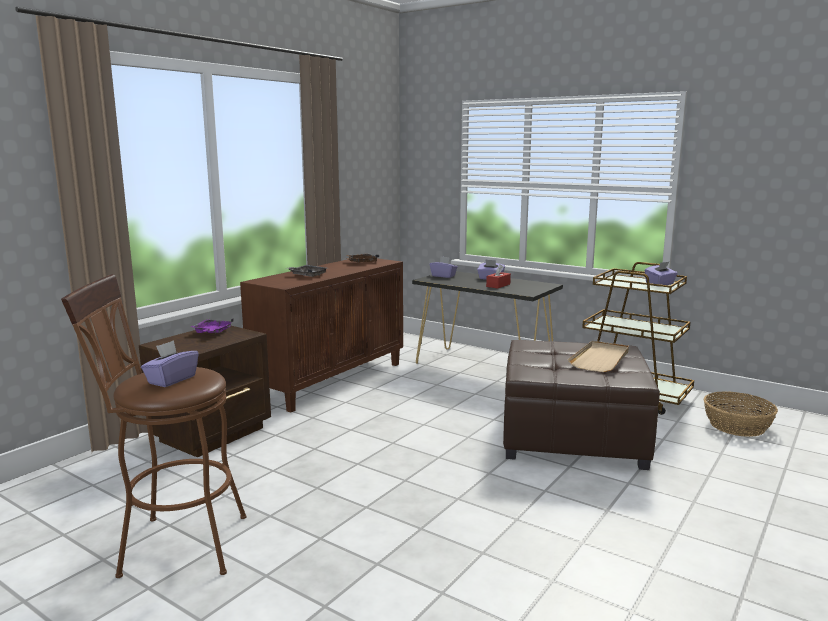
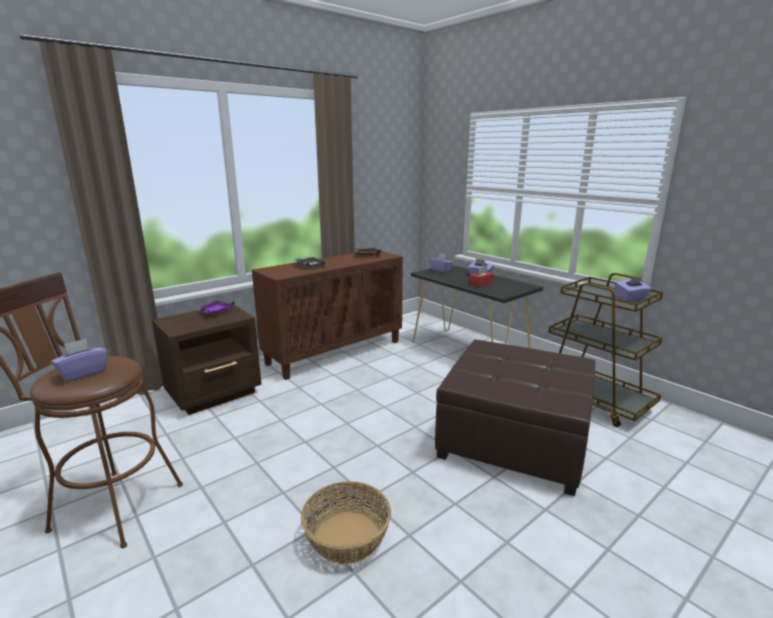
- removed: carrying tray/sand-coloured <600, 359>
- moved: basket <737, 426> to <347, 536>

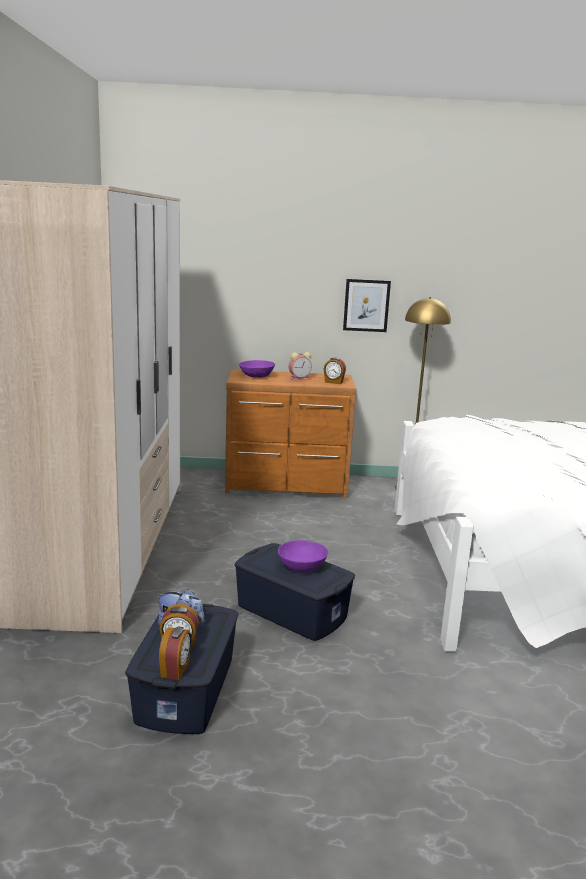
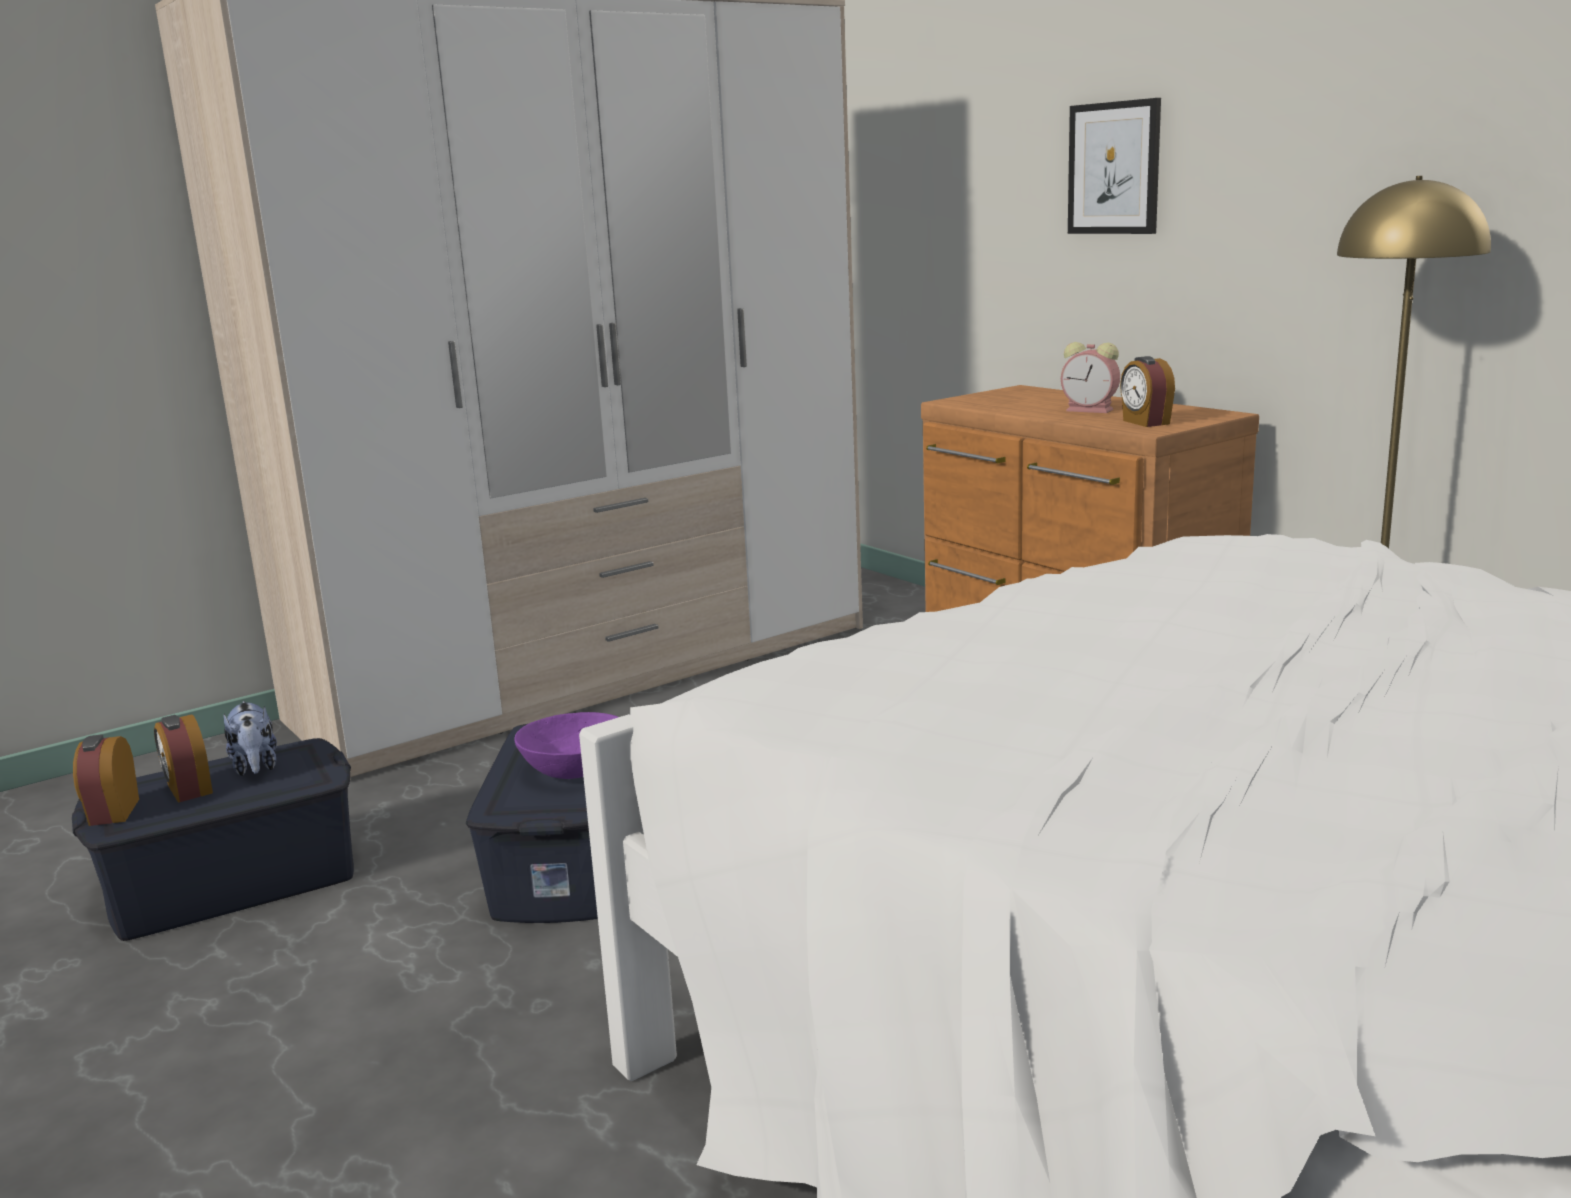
- moved: wall art <366, 305> to <1114, 168>
- removed: serving bowl/purple-coloured <256, 376>
- turned: alarm clock <176, 670> = <112, 812> 105 degrees clockwise

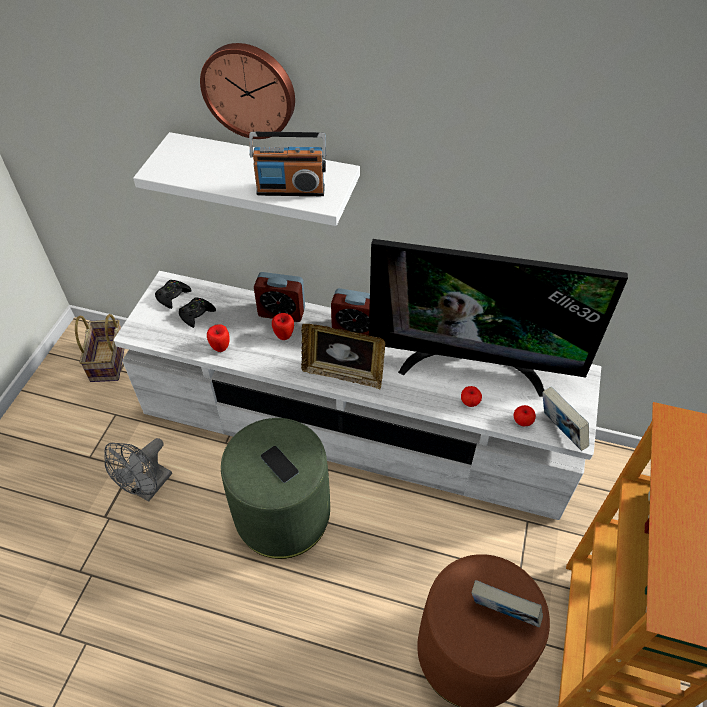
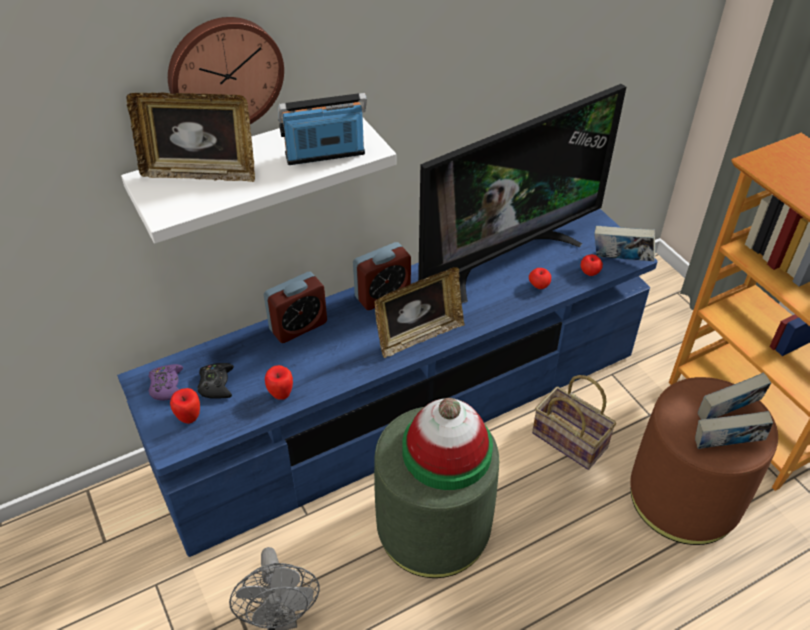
- turned: radio receiver <291, 189> = <325, 155> 150 degrees counterclockwise
- recoloured: tv stand/whitish <353, 427> to tv stand/blue-coloured <405, 410>
- recoloured: game controller/blackish <173, 296> to game controller/purple-coloured <167, 386>
- moved: apple <284, 335> to <189, 417>
- moved: basket <109, 362> to <572, 440>
- replaced: handset <279, 464> to wearable hat <447, 451>
- added: standing frame <200, 173>
- added: volume <725, 447>

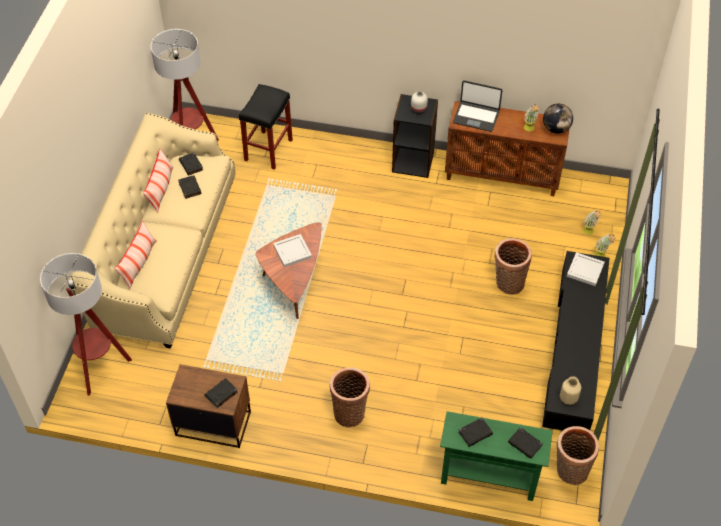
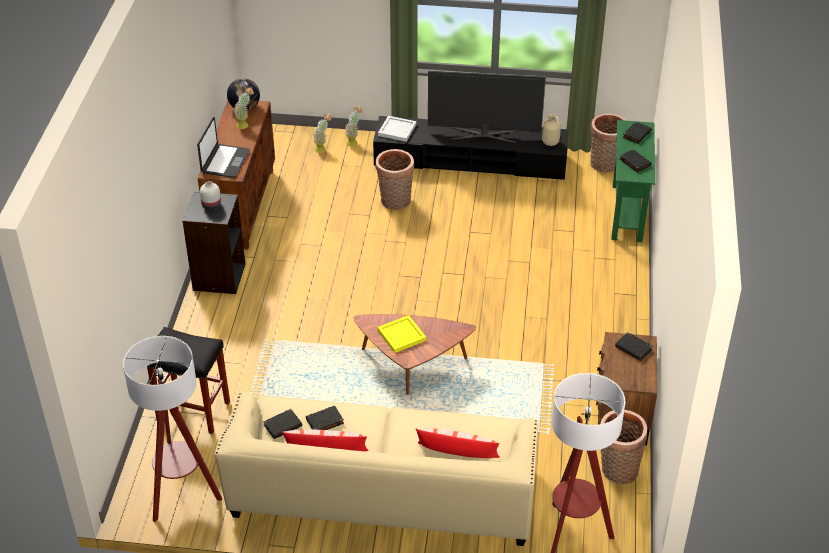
- recoloured: carrying tray/whitish <291, 251> to carrying tray/yellowish <401, 336>
- moved: basket <350, 412> to <617, 469>
- added: television <484, 135>

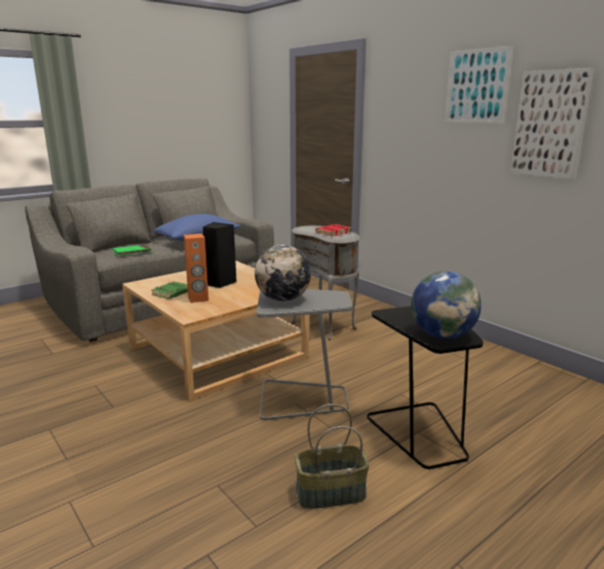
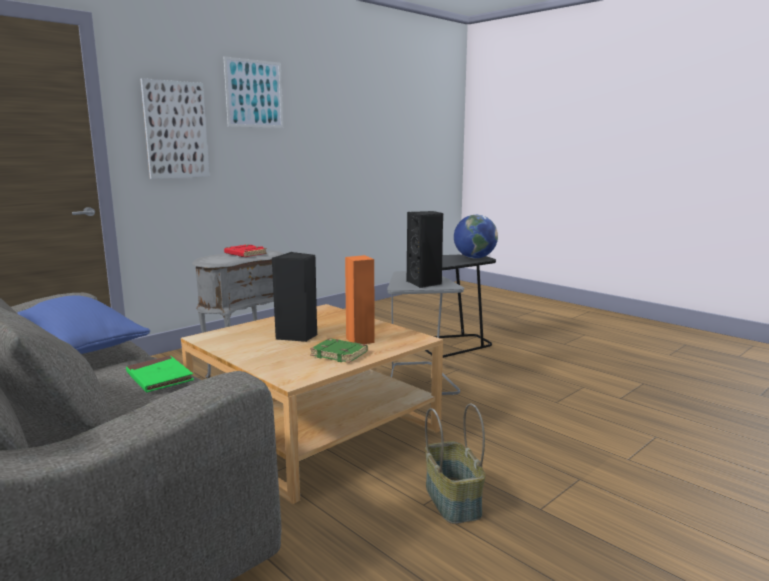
- moved: wall art <550, 124> to <175, 130>
- replaced: world globe <283, 299> to speaker/blackish <425, 283>
- moved: basket <330, 494> to <454, 501>

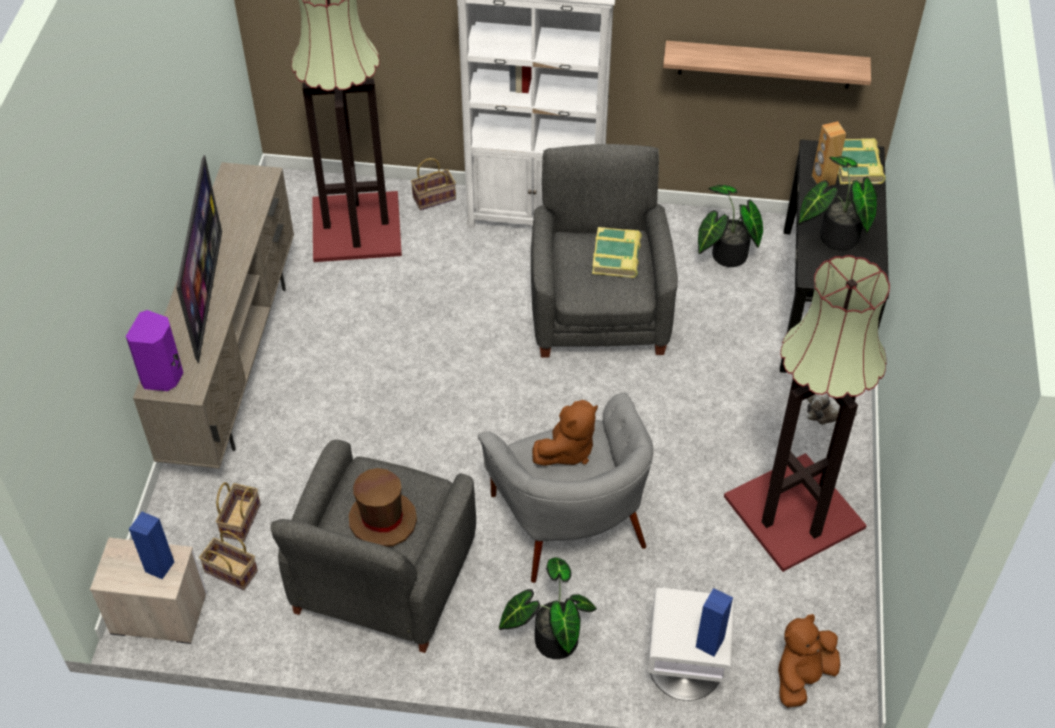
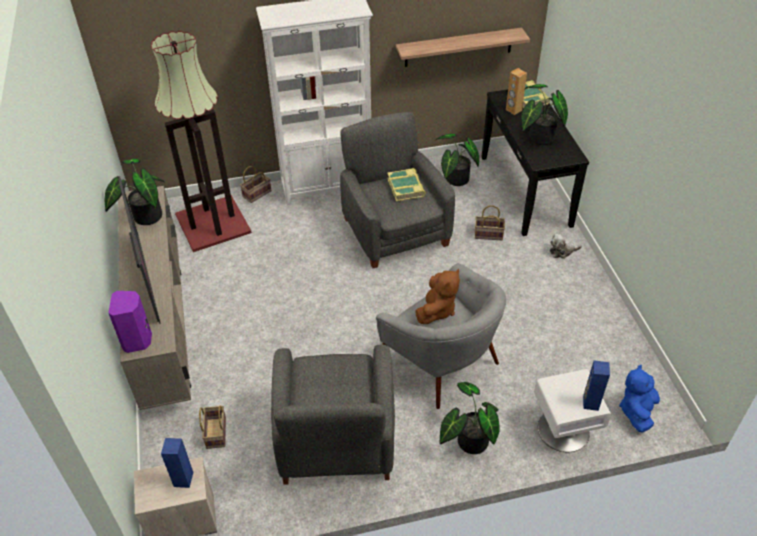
- removed: standing lamp <796, 513>
- removed: wearable hat/brownish <382, 519>
- moved: basket <229, 572> to <487, 235>
- recoloured: soft toy/brownish <802, 677> to soft toy/blue-coloured <637, 411>
- added: potted plant <144, 216>

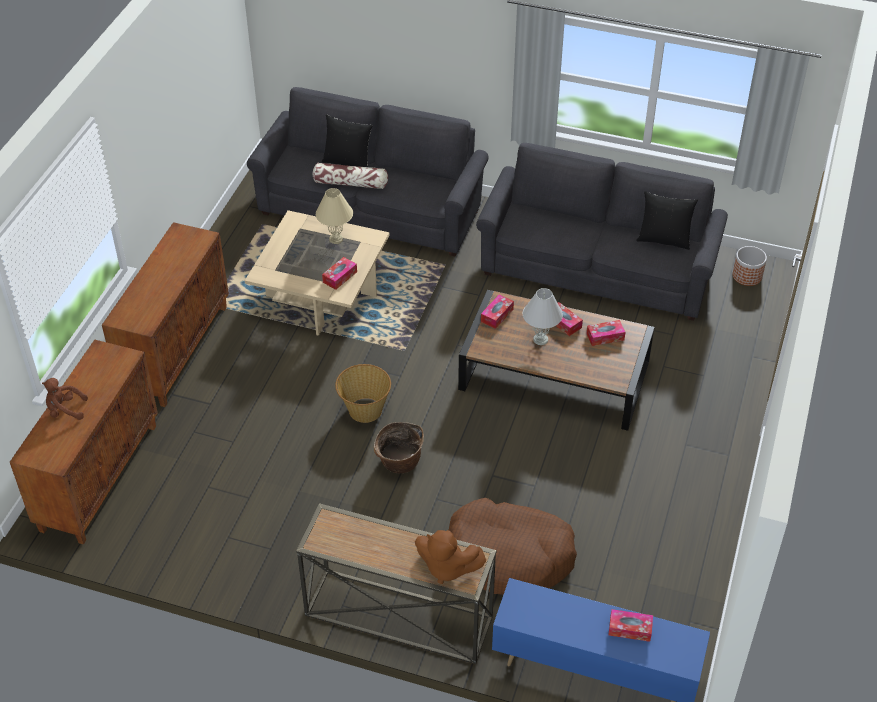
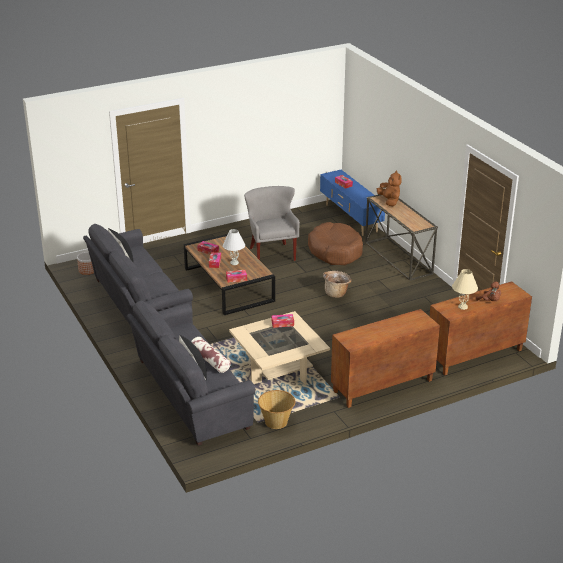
- moved: tabletop lamp/sand-coloured <335, 239> to <463, 307>
- moved: basket <364, 410> to <276, 422>
- added: lounge chair/grey <272, 254>

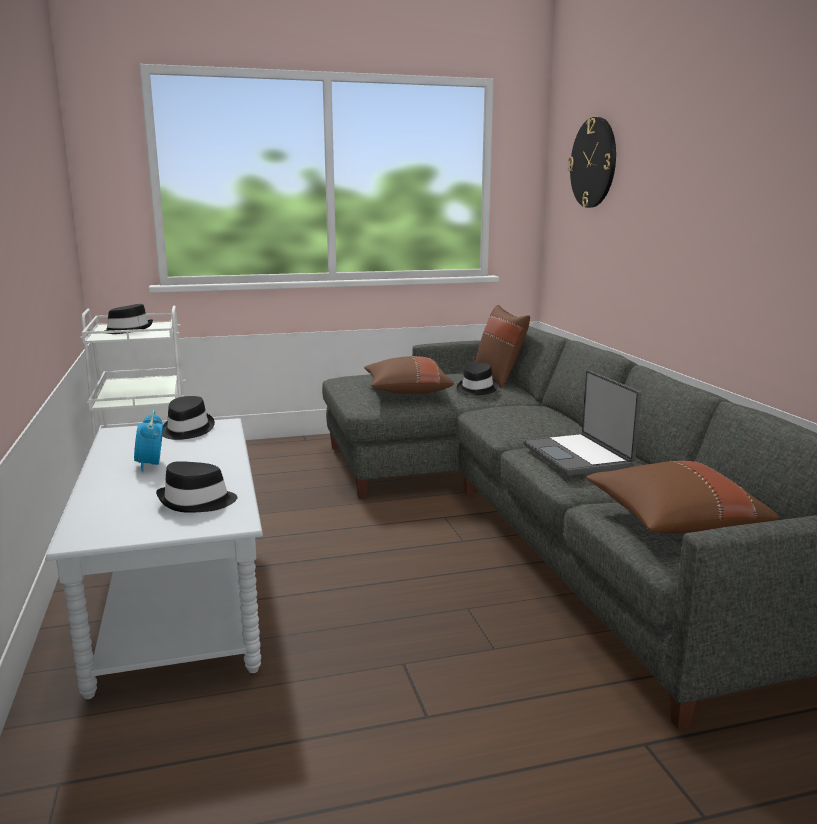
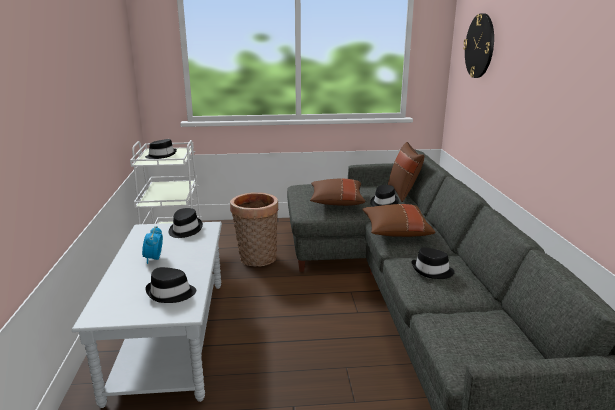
- replaced: notebook computer <578, 456> to wearable hat/blackish <432, 271>
- moved: pillow/brownish <673, 522> to <395, 231>
- added: basket <256, 260>

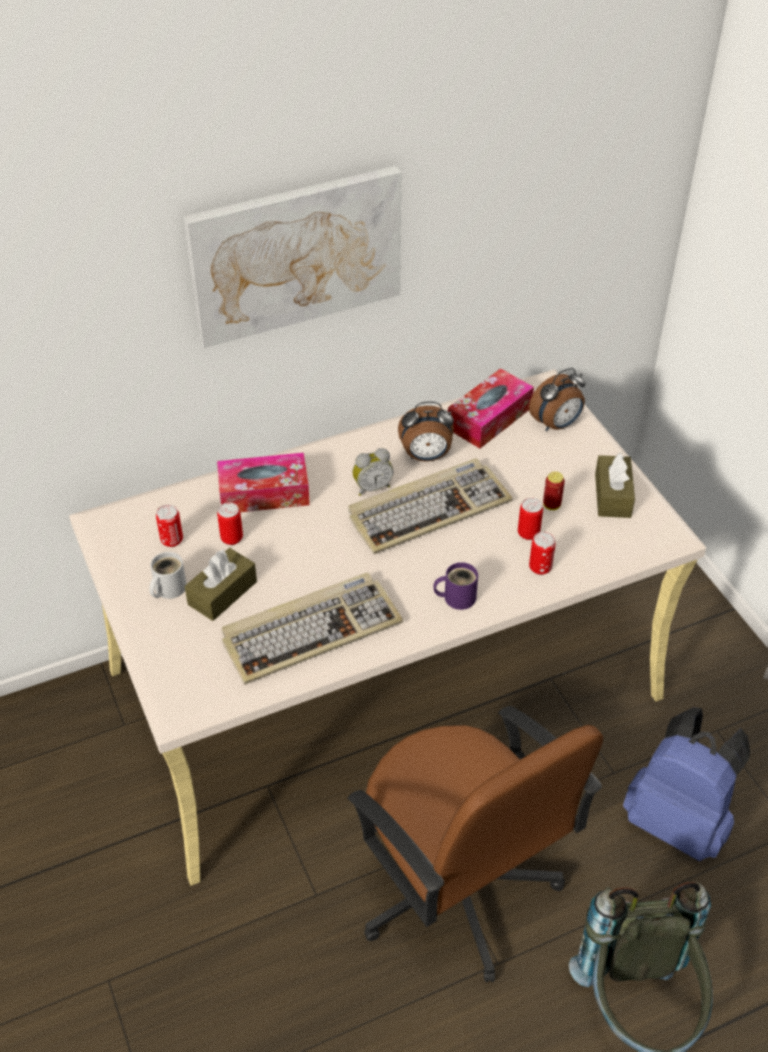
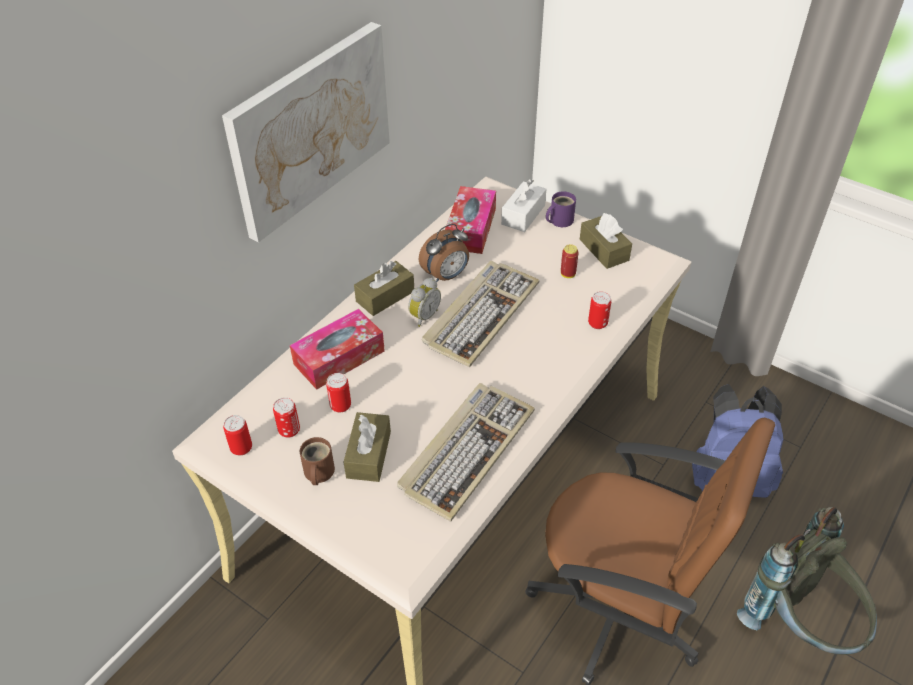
- replaced: alarm clock <556, 425> to box of tissues/whitish <523, 215>
- moved: metal can <528, 533> to <241, 448>
- recoloured: tea mug/whitish <167, 588> to tea mug/brownish <317, 473>
- moved: tea mug/purple-coloured <456, 597> to <559, 220>
- added: box of tissues/brownish <385, 296>

